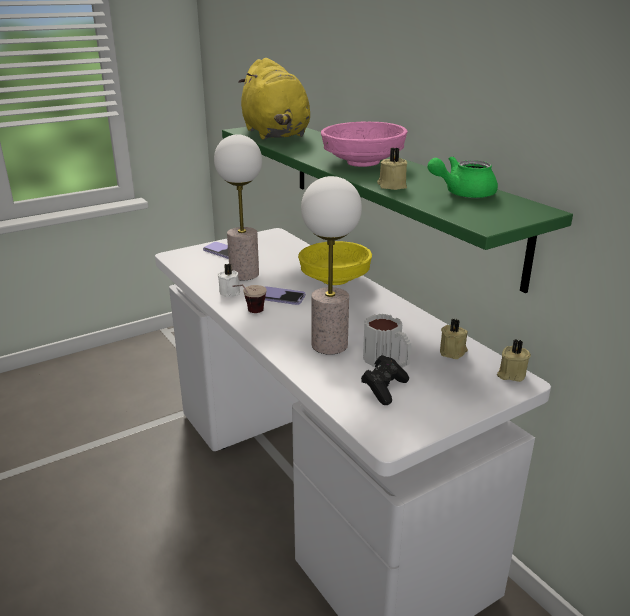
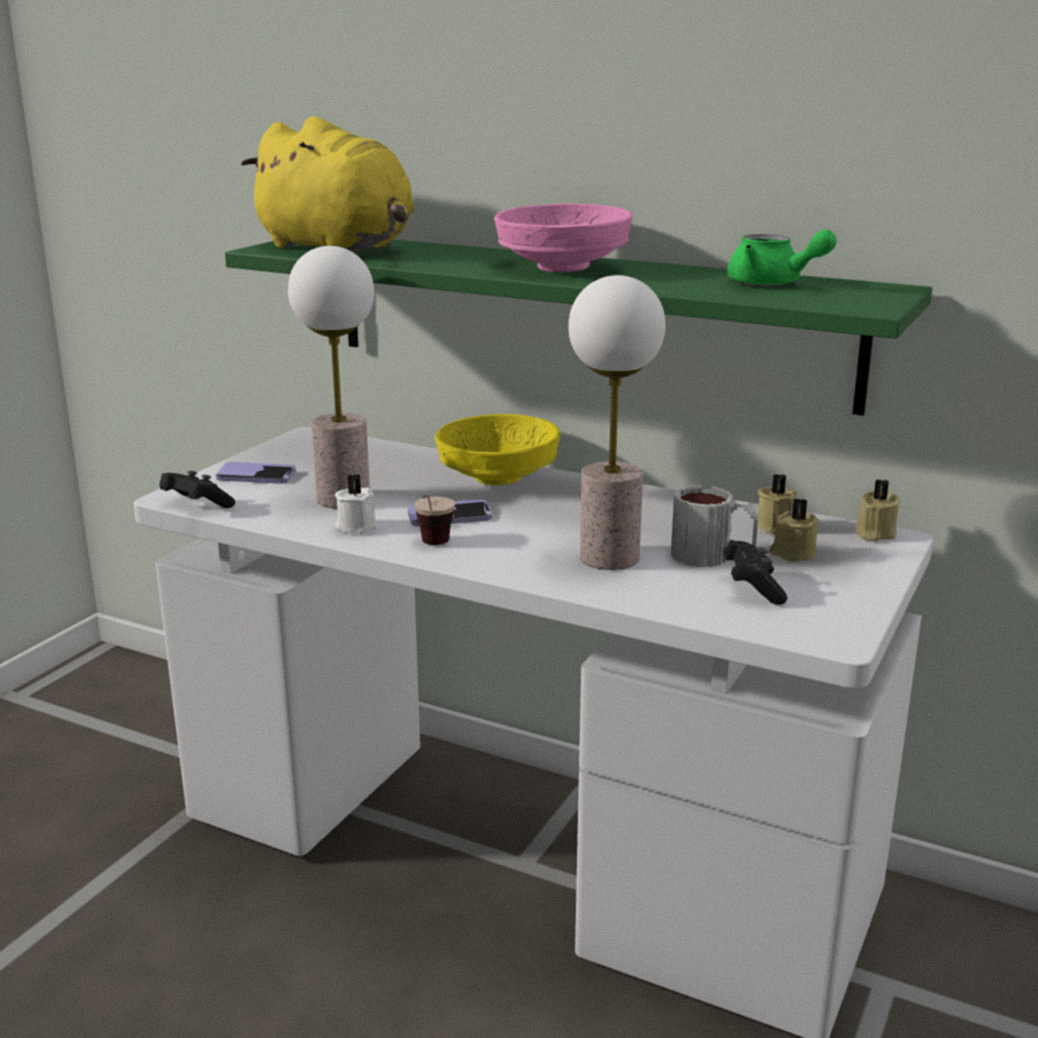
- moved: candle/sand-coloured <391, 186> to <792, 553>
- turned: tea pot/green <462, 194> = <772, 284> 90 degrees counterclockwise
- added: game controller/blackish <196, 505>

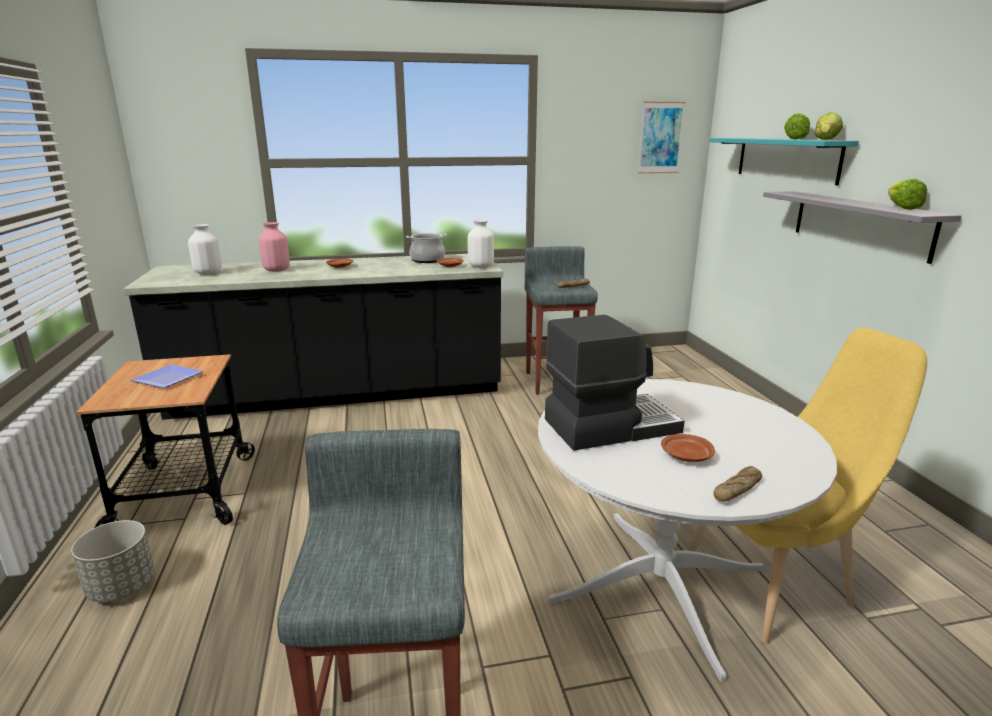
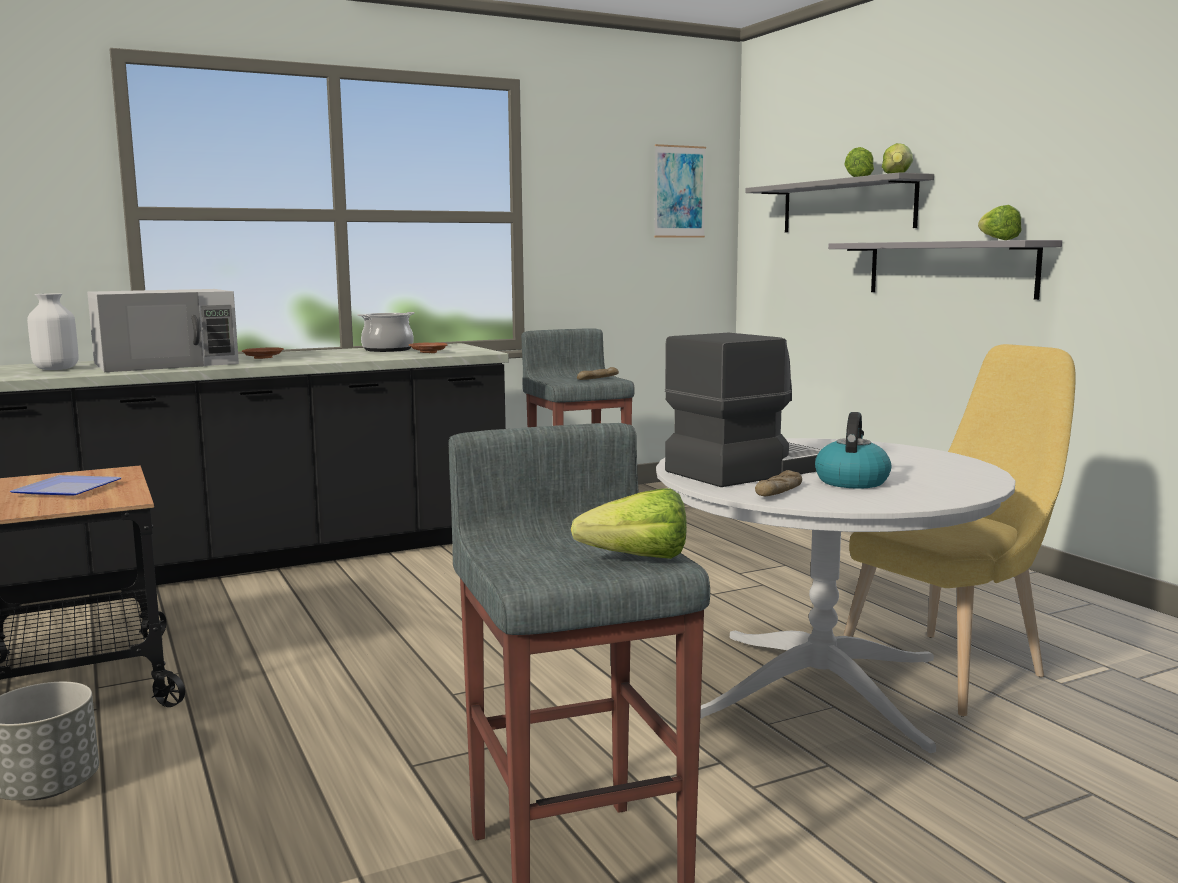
- recoloured: wall shelf/blue-green <786, 159> to wall shelf/grey <847, 206>
- removed: vase/whitish <481, 266>
- replaced: vase/pinkish <277, 270> to microwave/whitish <167, 363>
- replaced: dinner plate/brownish <686, 456> to kettle <851, 481>
- moved: bread <737, 490> to <779, 492>
- added: lettuce <627, 559>

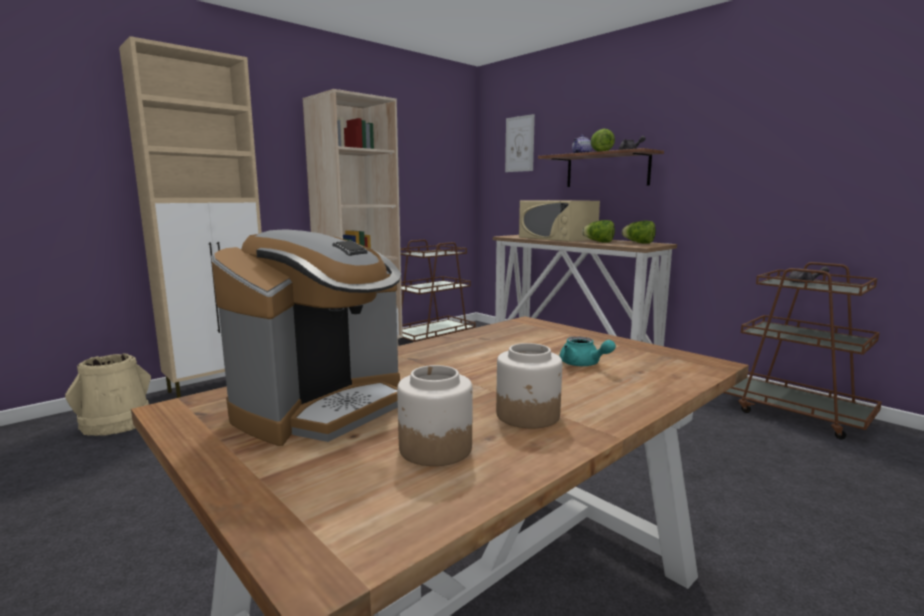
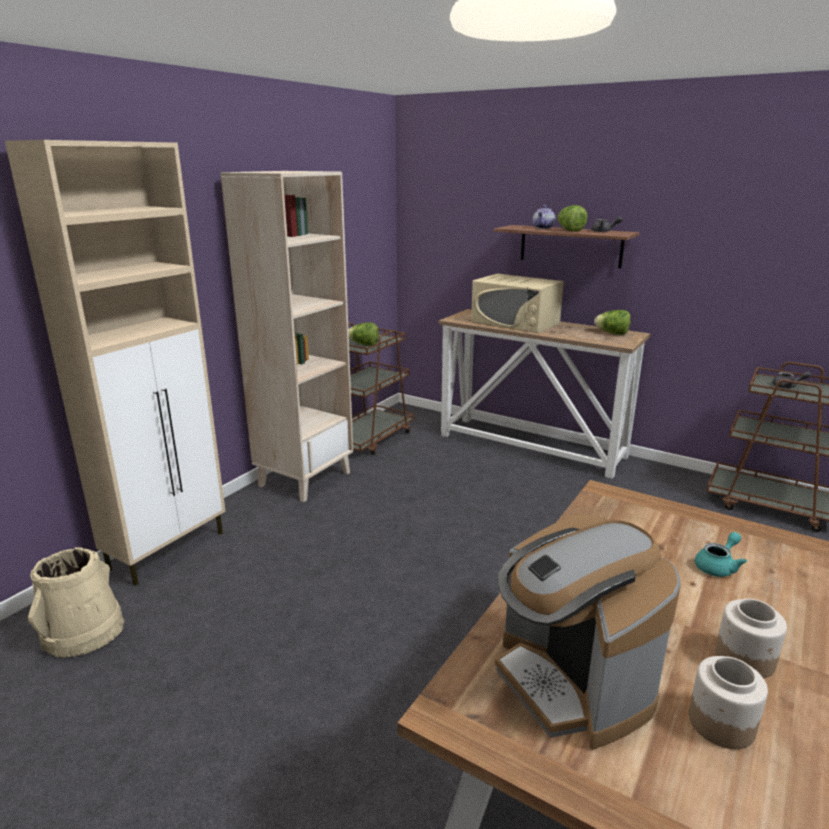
- removed: wall art <519, 144>
- moved: lettuce <599, 242> to <364, 345>
- turned: coffee brewer <322, 407> = <571, 682> 135 degrees clockwise
- turned: tea pot/blue-green <583, 364> = <718, 566> 75 degrees counterclockwise

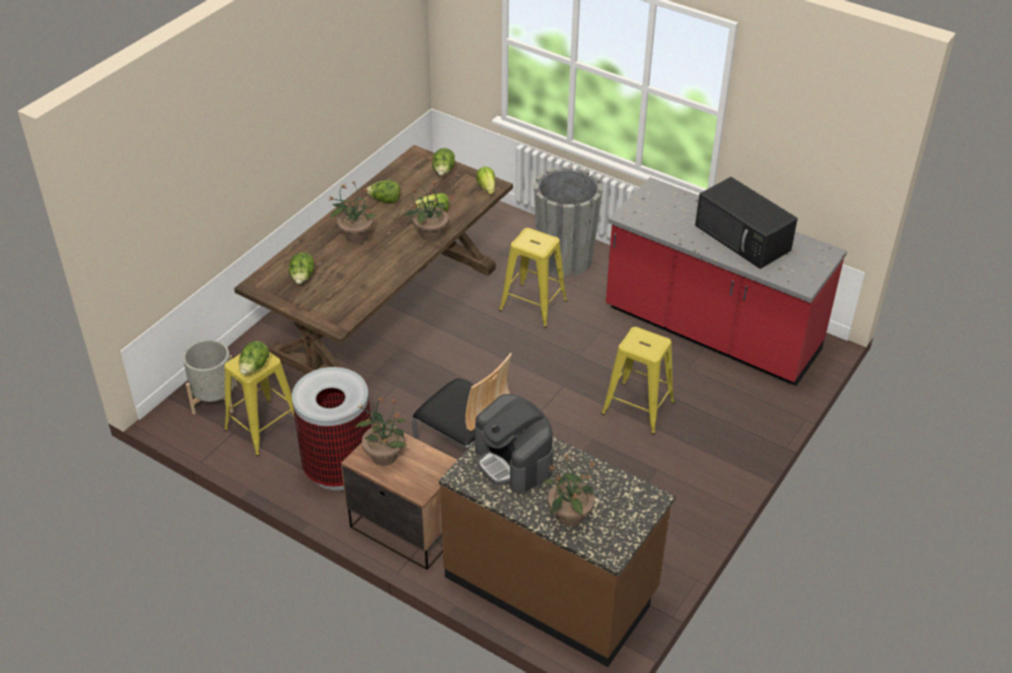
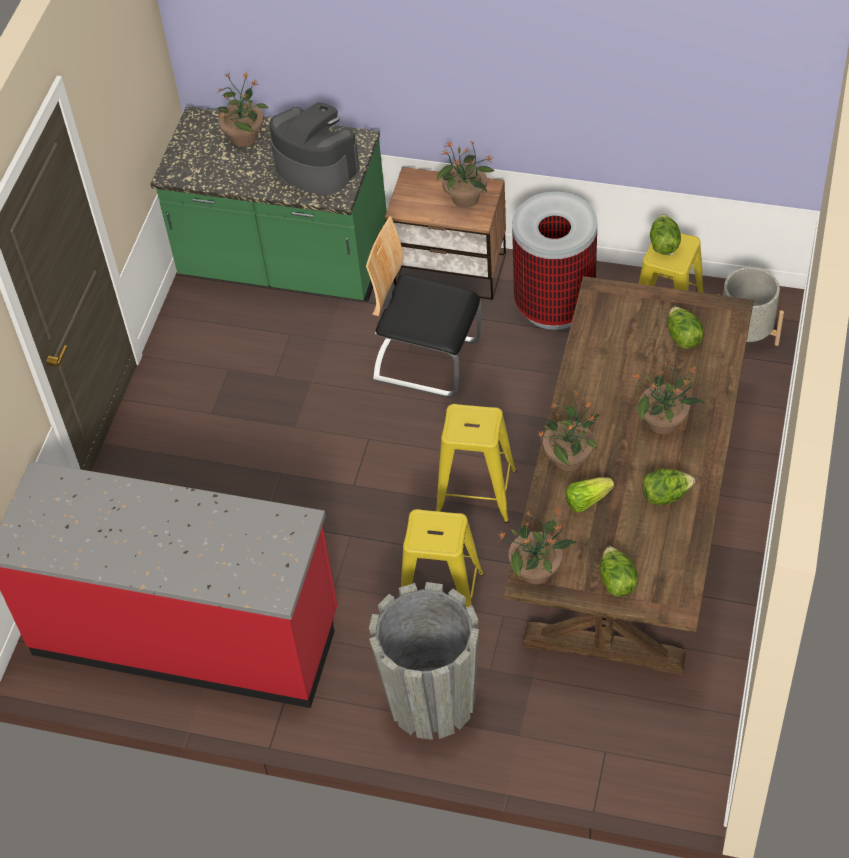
- replaced: lettuce <487, 188> to potted plant <537, 570>
- removed: microwave/blackish <744, 238>
- moved: stool seat/yellowish <638, 408> to <476, 492>
- recoloured: counter/brownish <551, 585> to counter/green <285, 264>

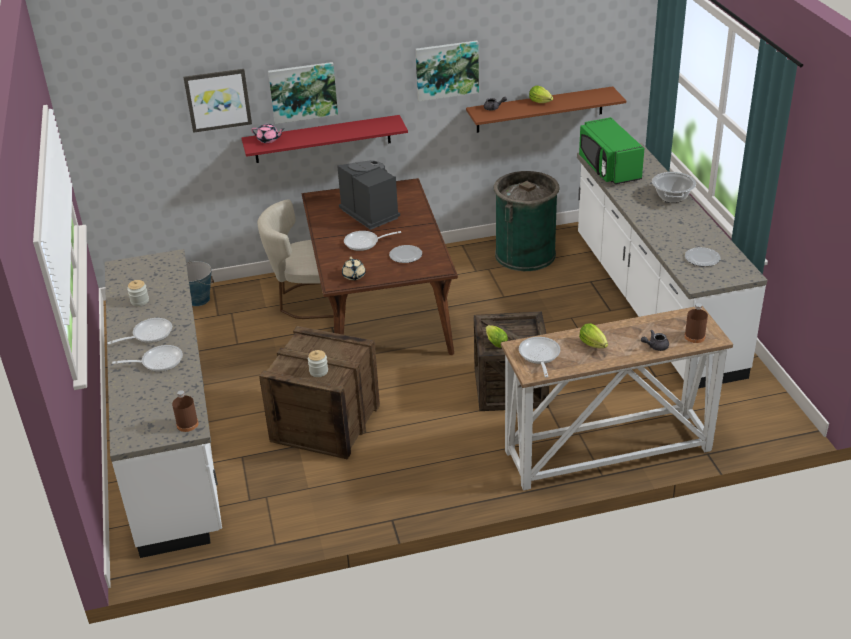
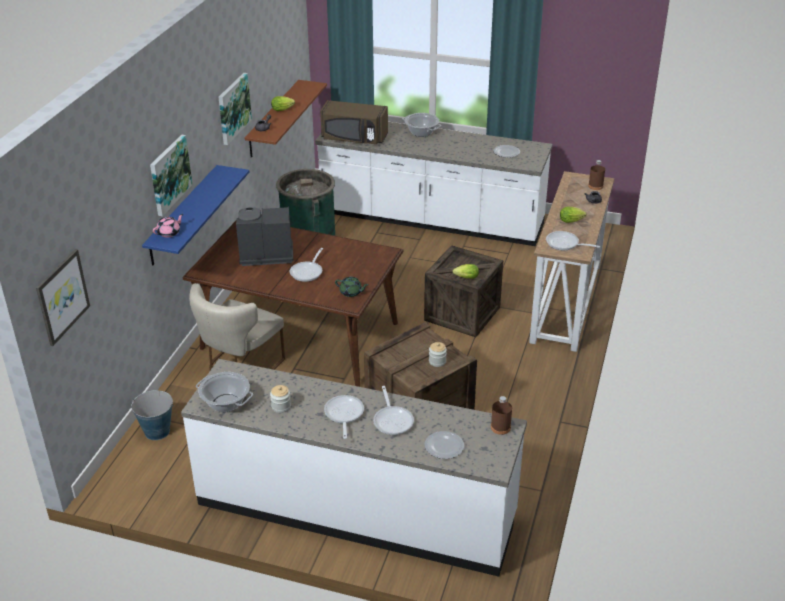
- moved: wall art <218, 100> to <62, 296>
- recoloured: wall shelf/reddish <322, 139> to wall shelf/blue-coloured <183, 215>
- recoloured: microwave/green <608, 168> to microwave/brownish <354, 138>
- moved: dinner plate <406, 255> to <444, 446>
- recoloured: tea pot/sand-coloured <354, 276> to tea pot/green <351, 292>
- turned: skillet <158, 361> = <393, 420> 150 degrees clockwise
- added: stockpot <225, 403>

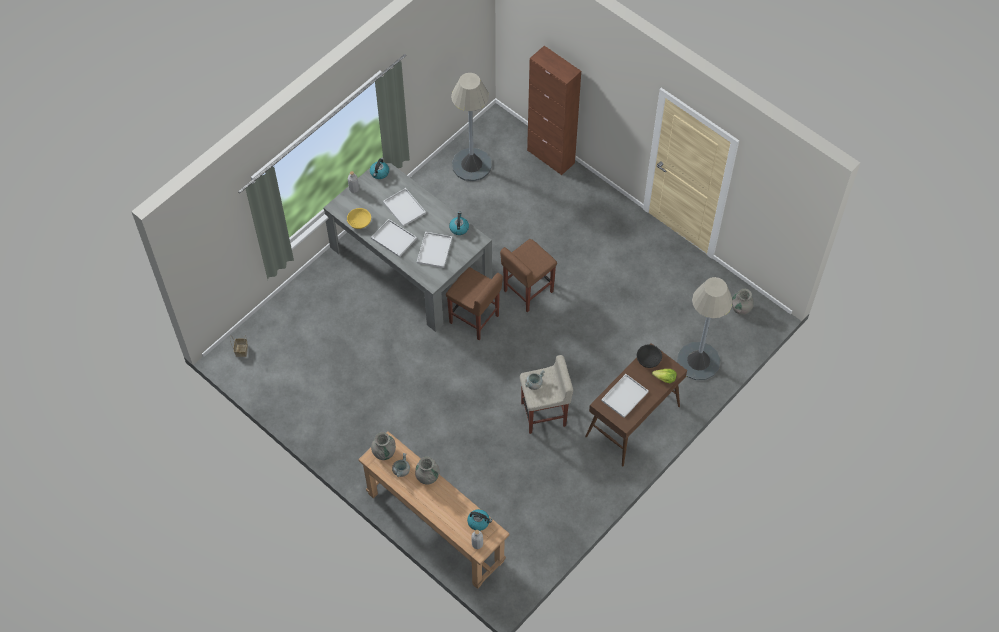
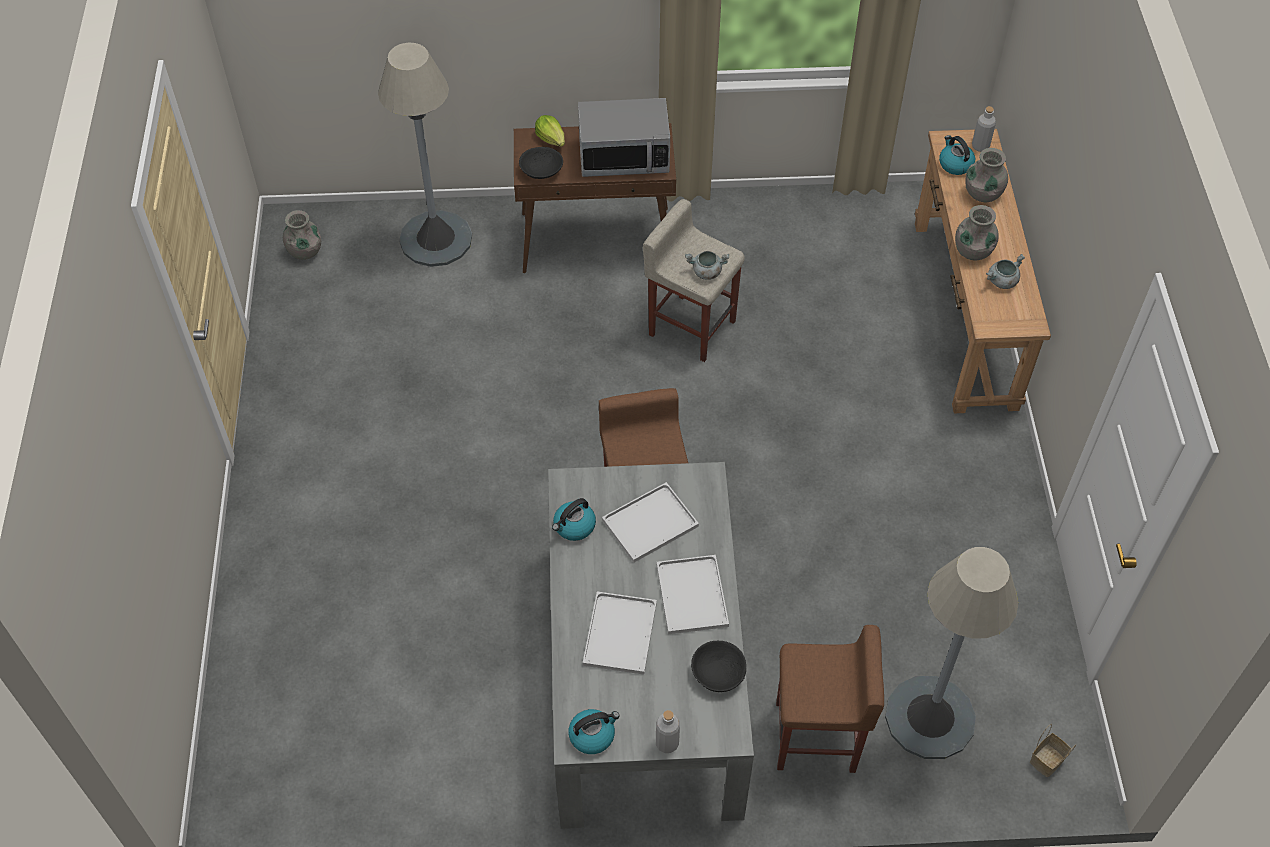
- removed: storage cabinet/brownish <550, 157>
- moved: standing lamp/grey <471, 165> to <930, 718>
- recoloured: serving bowl/yellowish <359, 222> to serving bowl/blackish <718, 672>
- moved: stool seat/brownish <527, 291> to <817, 737>
- replaced: carrying tray/whitish <624, 397> to microwave <624, 156>
- moved: vase/grey <384, 452> to <983, 193>

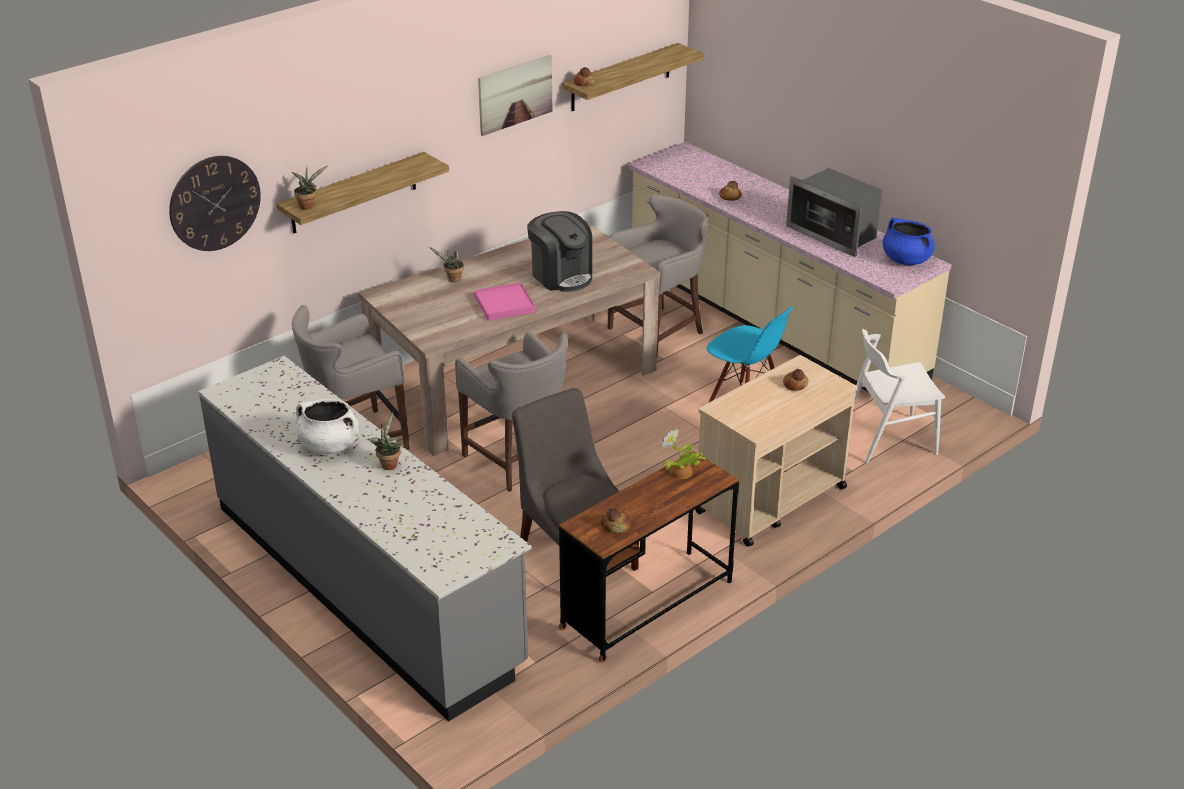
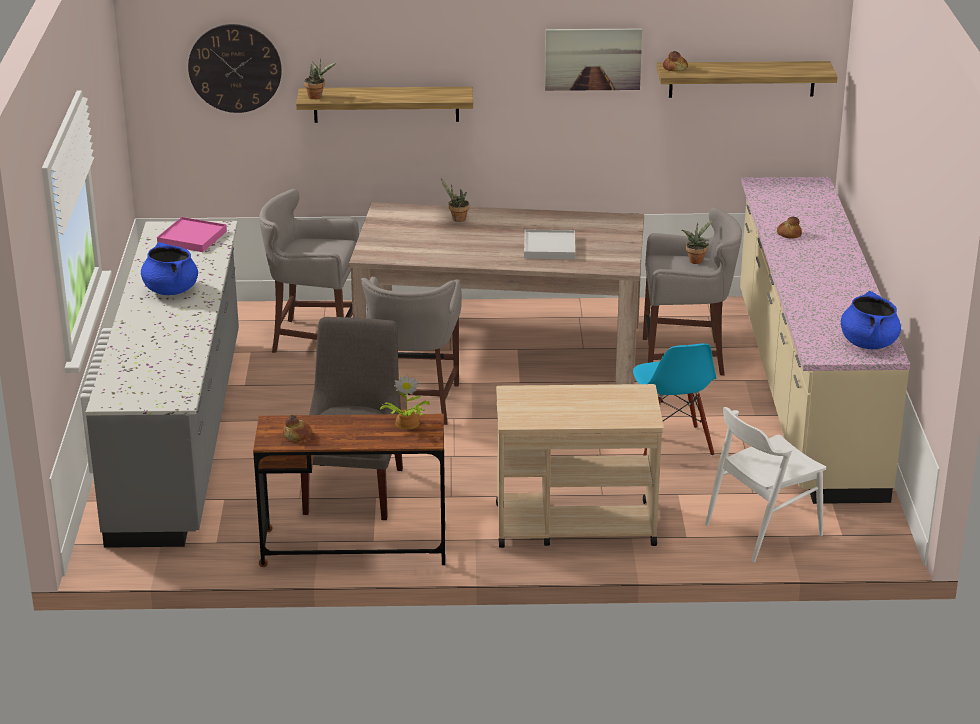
- removed: microwave <834, 233>
- replaced: coffee brewer <561, 275> to carrying tray/whitish <549, 247>
- moved: carrying tray/pinkish <504, 304> to <192, 238>
- turned: upright chair/whitish <889, 439> = <762, 529> 60 degrees counterclockwise
- removed: bread <795, 384>
- recoloured: stockpot/whitish <329, 445> to stockpot/blue-coloured <170, 290>
- moved: potted plant <388, 464> to <696, 260>

